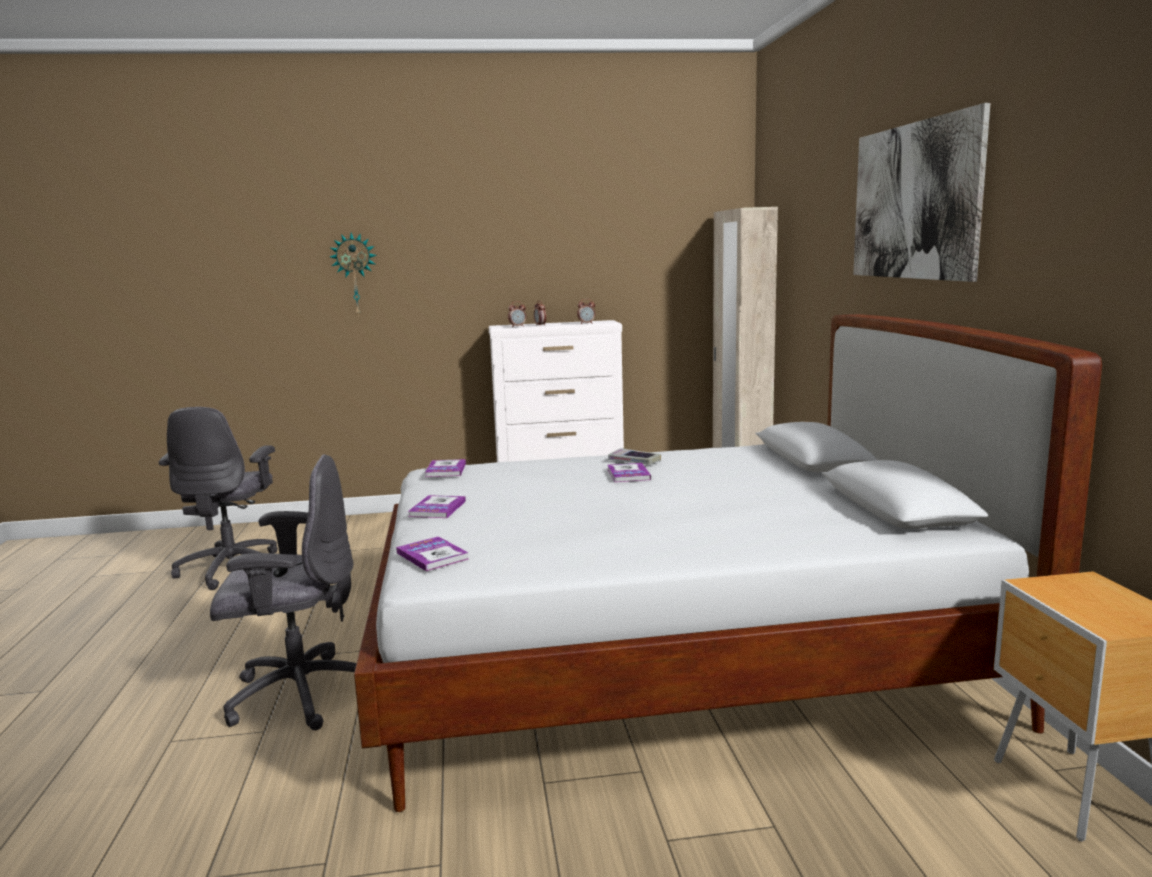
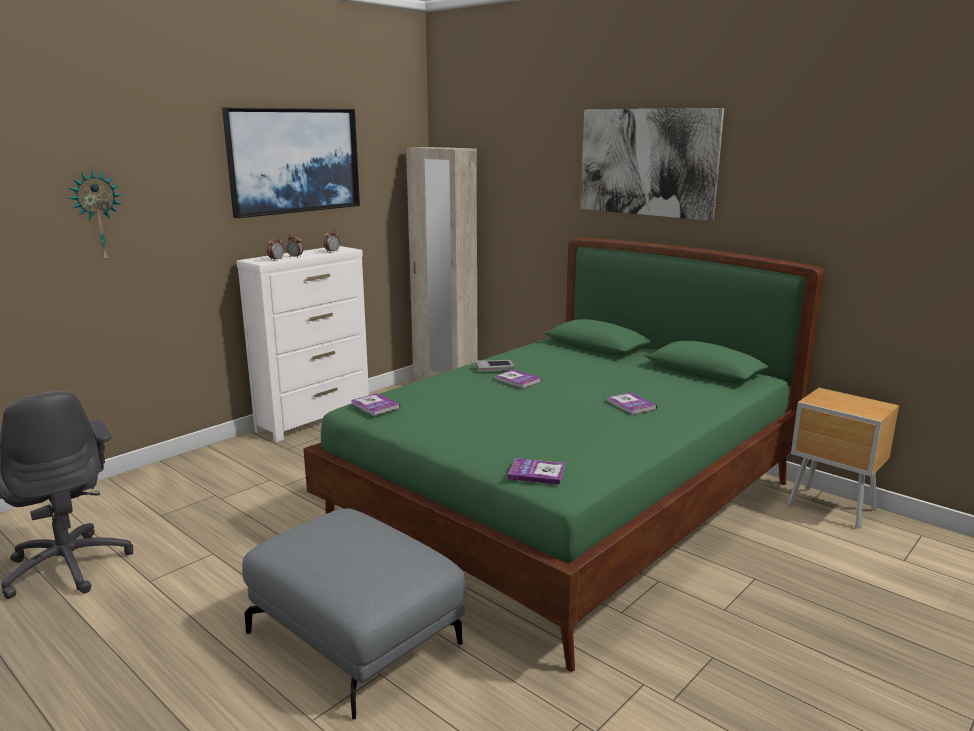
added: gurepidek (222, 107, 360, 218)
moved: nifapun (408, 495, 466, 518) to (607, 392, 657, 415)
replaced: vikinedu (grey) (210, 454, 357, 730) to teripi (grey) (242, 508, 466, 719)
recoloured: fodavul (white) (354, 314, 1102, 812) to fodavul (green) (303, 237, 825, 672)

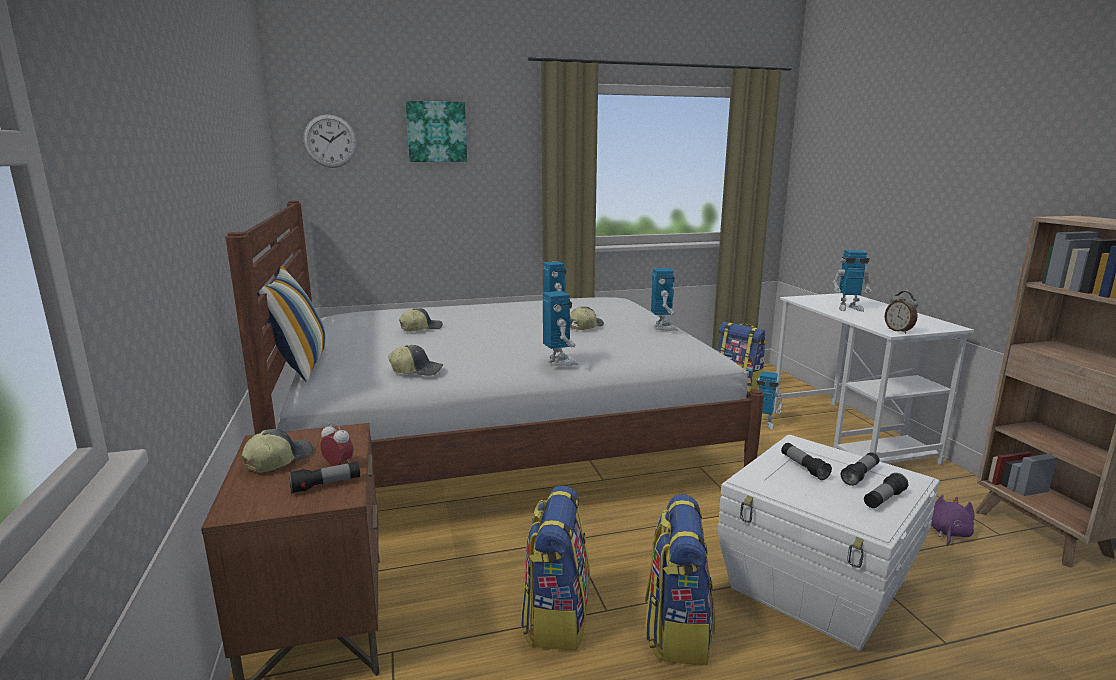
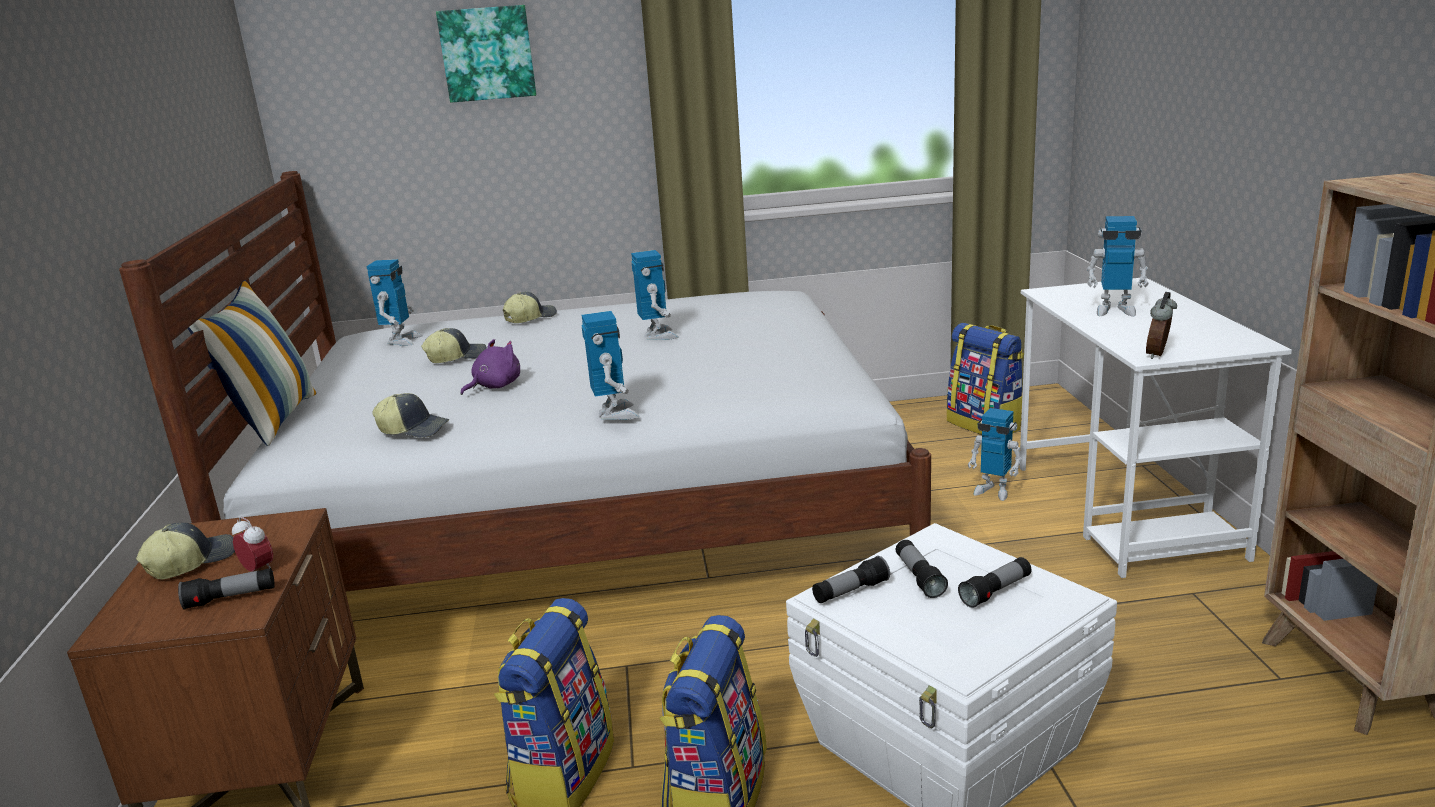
removed: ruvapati (303, 114, 357, 168)
moved: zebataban (570, 306, 604, 330) to (503, 292, 557, 323); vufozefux (651, 268, 678, 331) to (366, 259, 422, 346); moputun (864, 473, 908, 508) to (812, 556, 890, 603); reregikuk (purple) (931, 495, 975, 546) to (460, 339, 520, 395)
turned: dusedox (884, 291, 918, 334) = (1146, 292, 1177, 359) 45 degrees clockwise

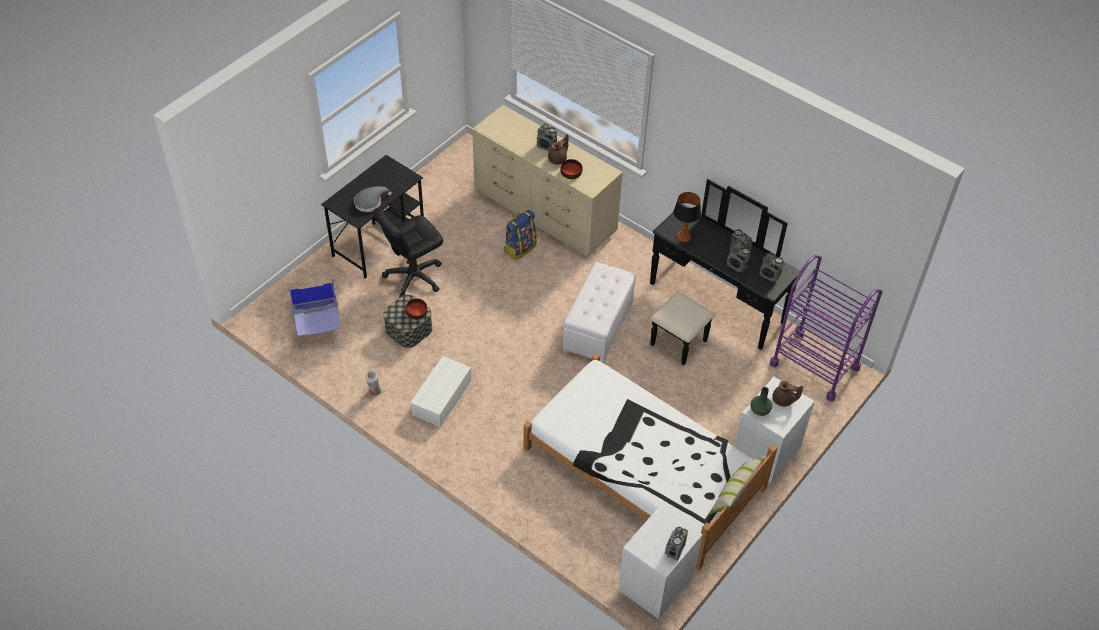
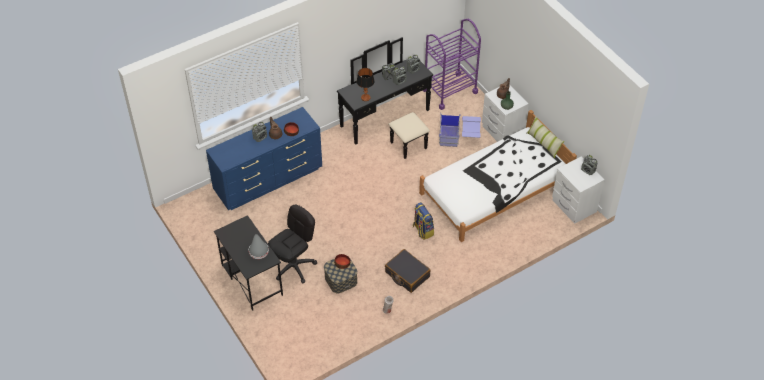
removed: teripi (white) (563, 262, 636, 363)
moved: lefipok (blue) (288, 279, 341, 336) to (439, 113, 481, 147); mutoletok (504, 210, 536, 260) to (413, 202, 434, 240)
replaced: lefipok (white) (410, 356, 471, 427) to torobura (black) (385, 249, 431, 293)
recoloured: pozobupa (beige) (472, 105, 623, 256) to pozobupa (blue) (206, 107, 322, 210)
turned: vikinedu (black) (373, 207, 443, 298) = (268, 205, 317, 283) 120 degrees counterclockwise

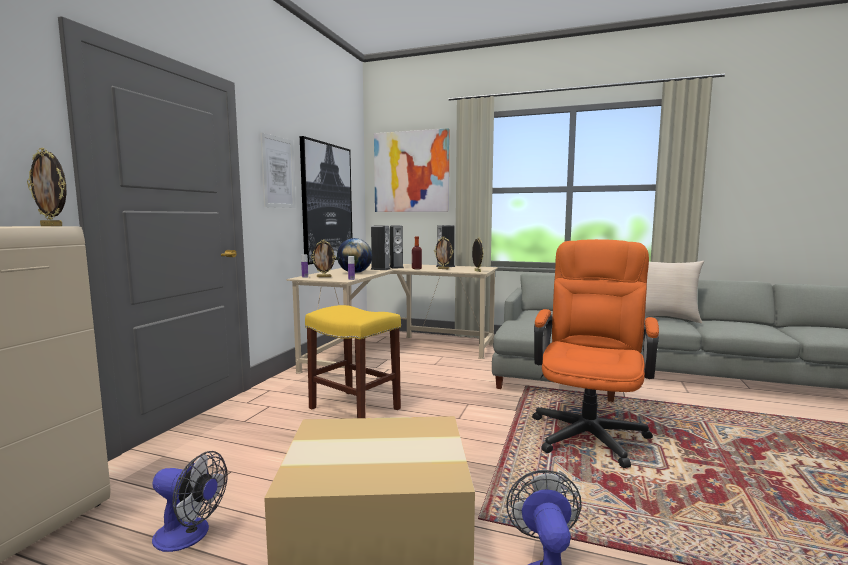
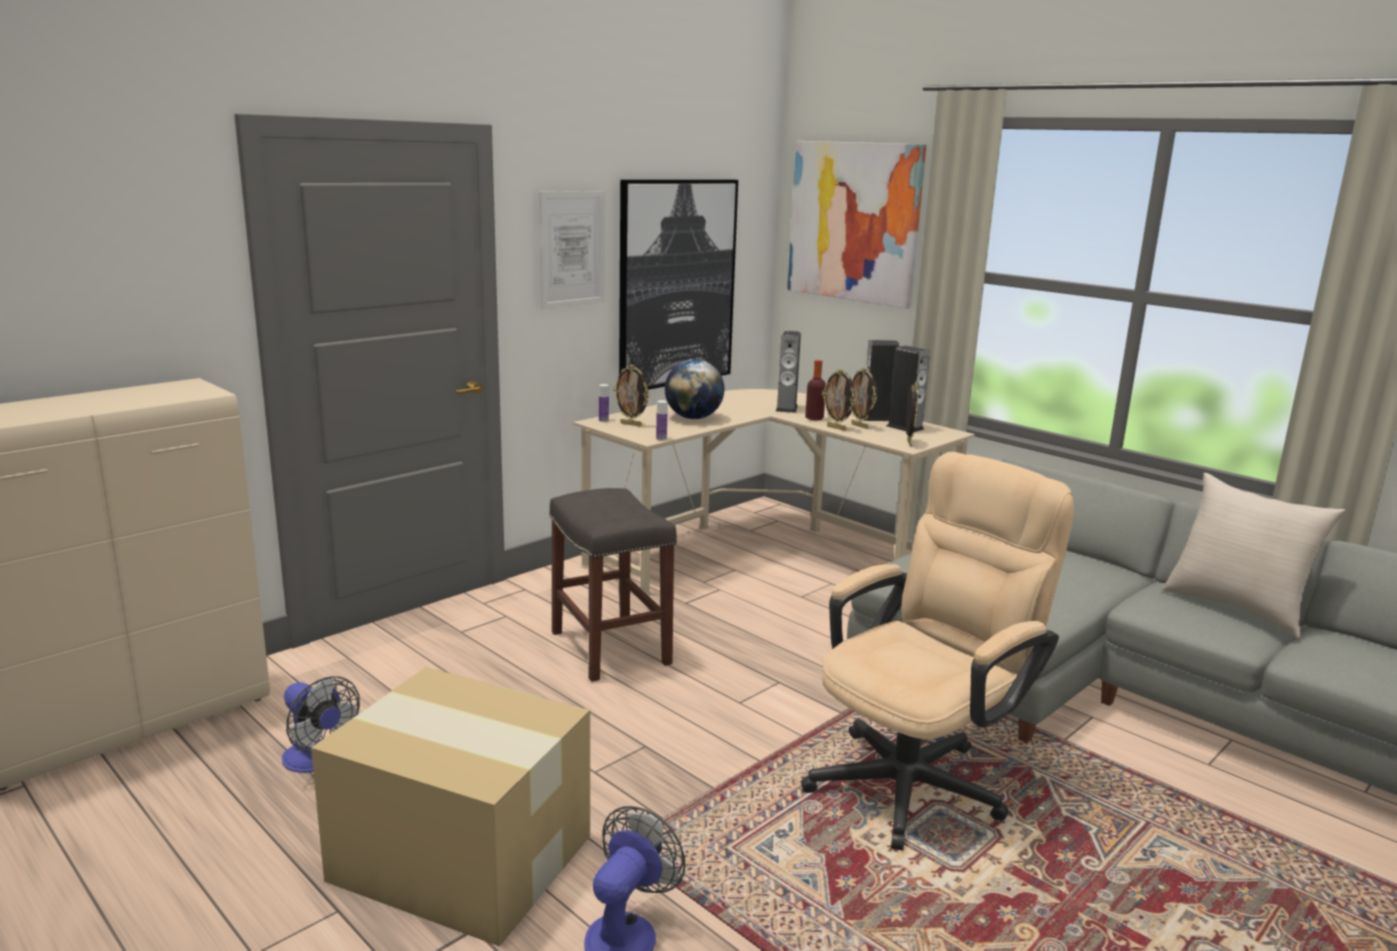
moved: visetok (27, 148, 66, 226) to (822, 369, 856, 431); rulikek (370, 226, 390, 270) to (886, 346, 930, 433)
recoloured: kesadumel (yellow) (305, 305, 401, 418) to kesadumel (grey) (549, 488, 677, 682); vikinedu (orange) (532, 239, 659, 468) to vikinedu (beige) (801, 452, 1074, 851)

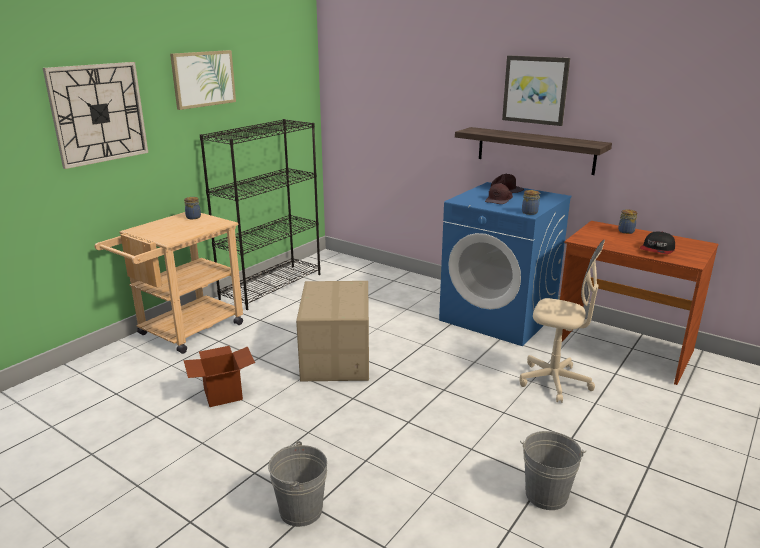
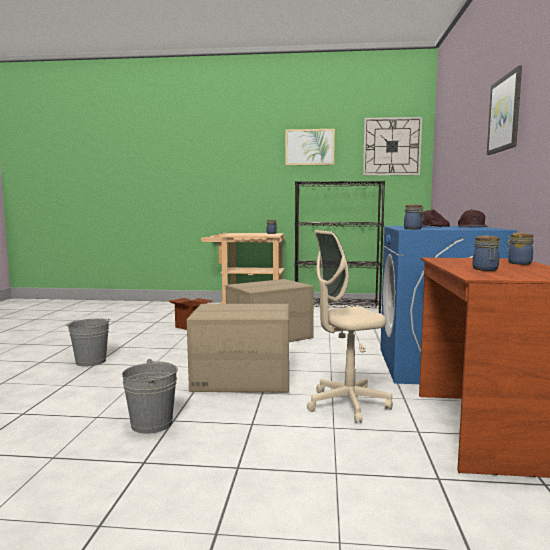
removed: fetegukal (455, 127, 612, 175)
added: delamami (187, 304, 289, 392)
moved: ruvapati (43, 62, 148, 169) to (363, 117, 422, 175)
replaced: zebataban (640, 232, 675, 254) to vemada (473, 236, 500, 271)
turned: vikinedu (beige) (519, 240, 605, 403) = (307, 230, 393, 423) 75 degrees clockwise

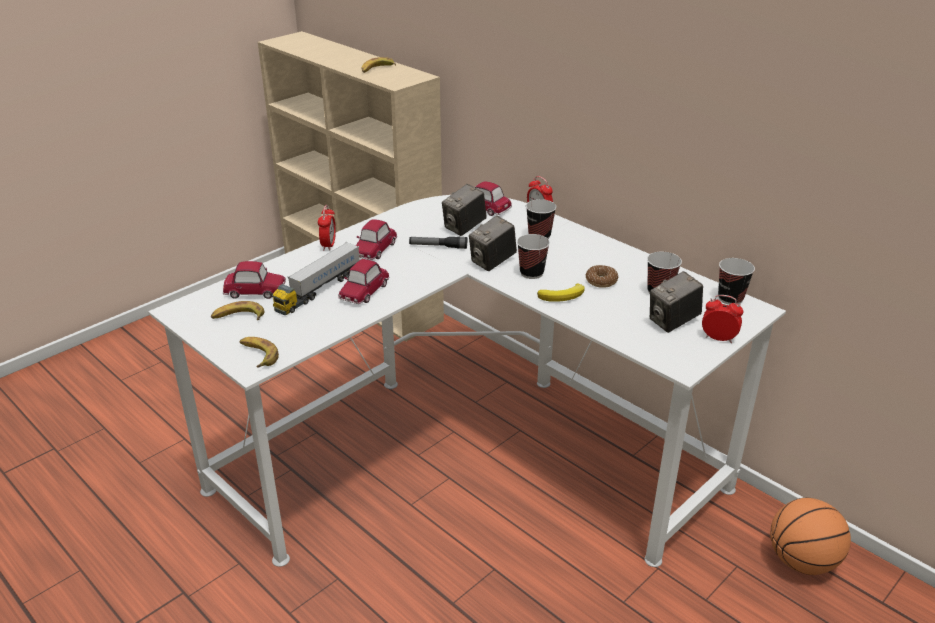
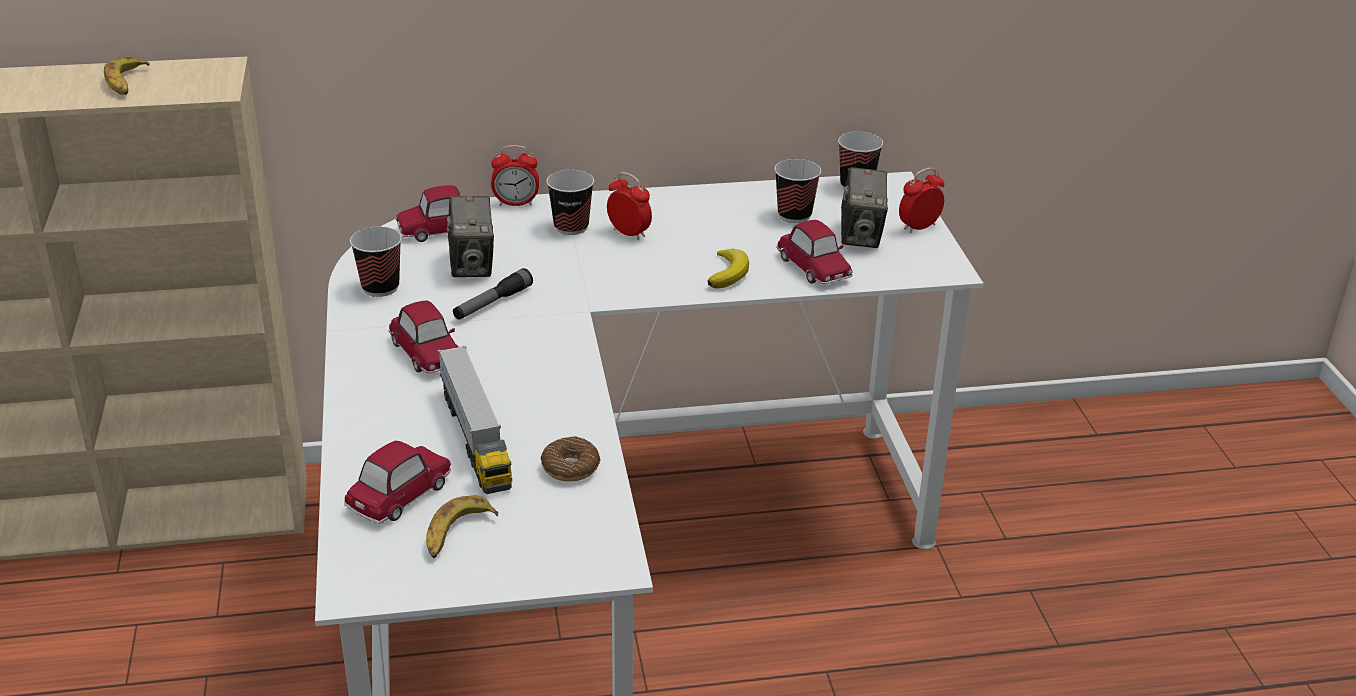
removed: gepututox (239, 337, 279, 367); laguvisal (469, 216, 517, 271); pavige (770, 498, 851, 575)
moved: dusedox (318, 205, 336, 251) to (607, 172, 652, 240); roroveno (338, 259, 390, 304) to (776, 220, 853, 284); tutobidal (517, 234, 550, 279) to (350, 227, 402, 297); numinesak (586, 265, 618, 288) to (541, 436, 600, 482)

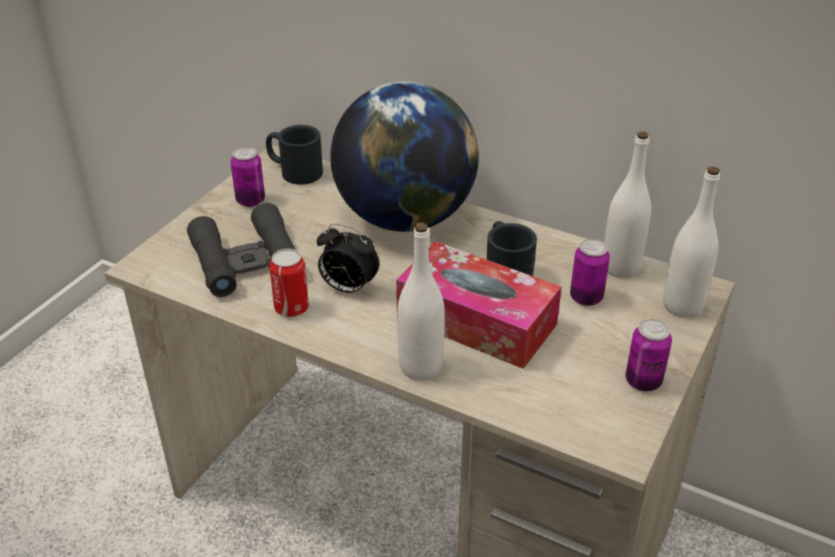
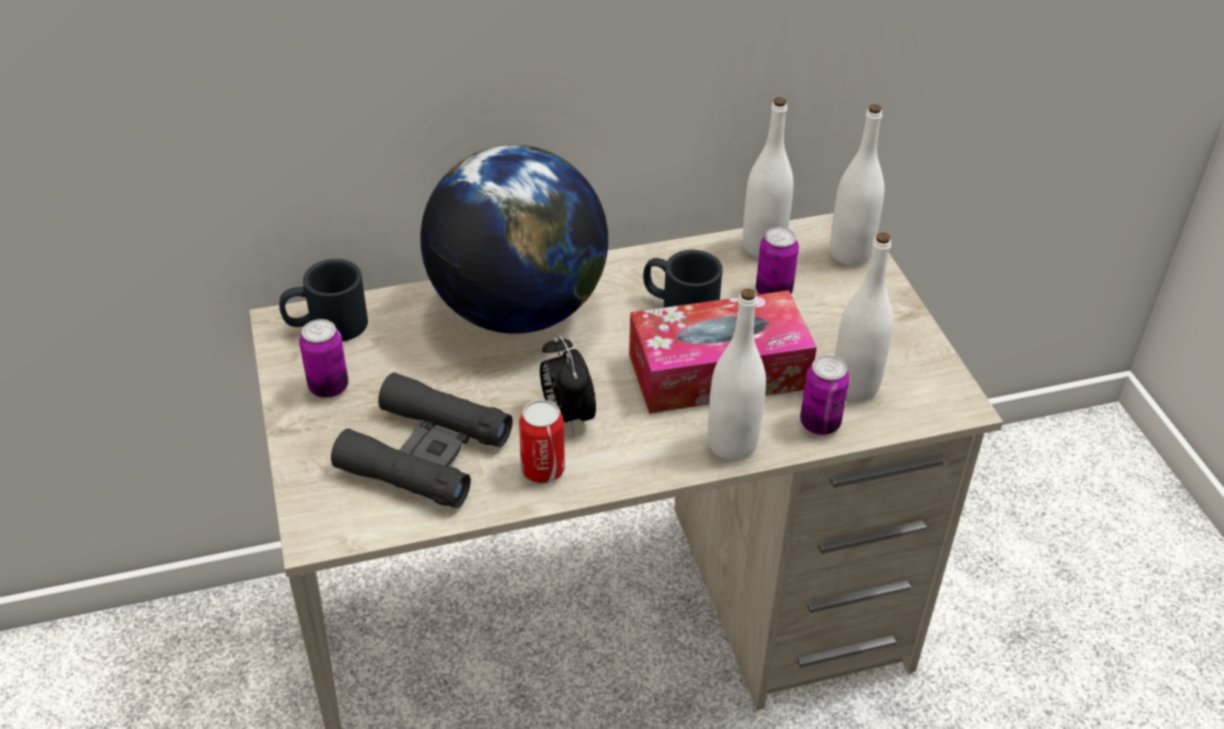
added: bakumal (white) (835, 232, 893, 402)
moved: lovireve (626, 319, 672, 391) to (800, 355, 849, 435)
turned: dusedox (317, 224, 379, 295) = (540, 335, 596, 434) 90 degrees clockwise

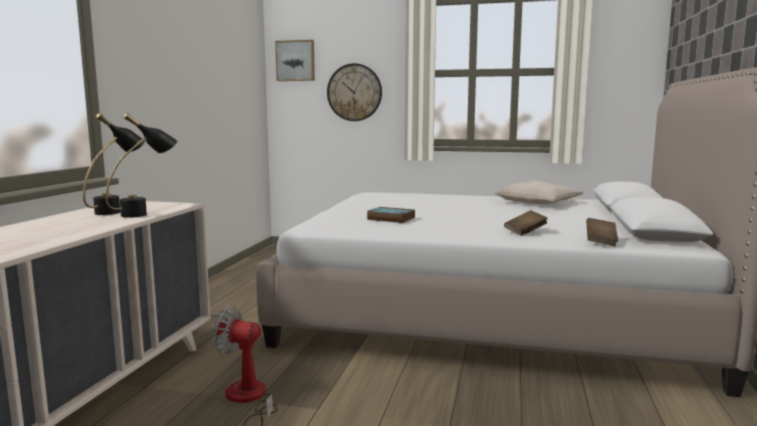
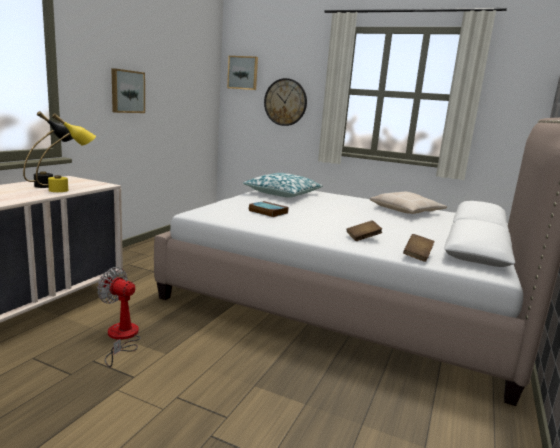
added: gurepidek (111, 68, 145, 113); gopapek (243, 173, 323, 198)
recoloured: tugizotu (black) (106, 113, 177, 218) to tugizotu (yellow) (36, 113, 96, 192)

